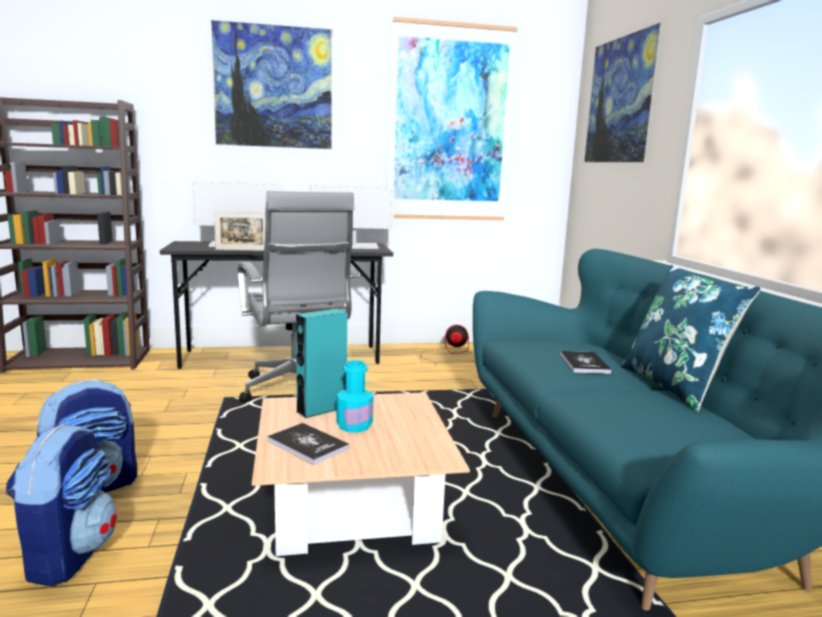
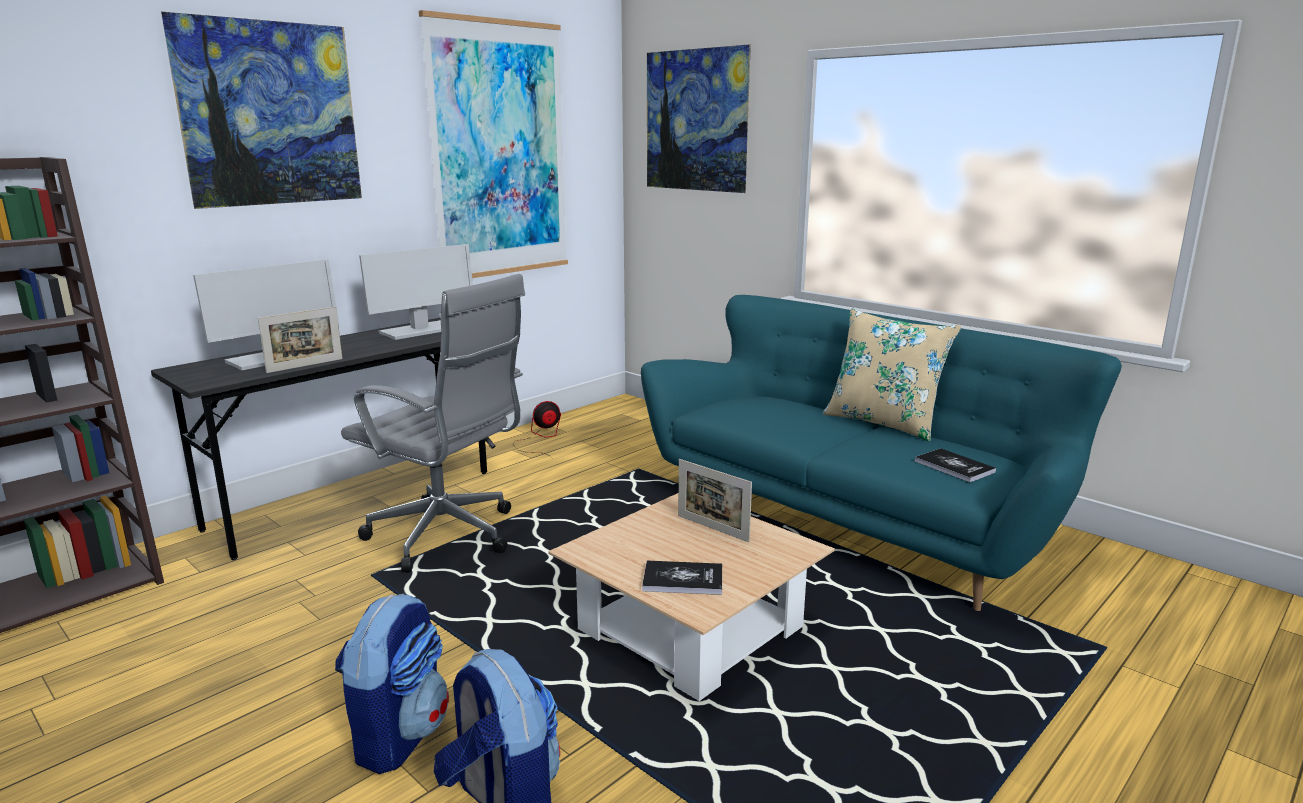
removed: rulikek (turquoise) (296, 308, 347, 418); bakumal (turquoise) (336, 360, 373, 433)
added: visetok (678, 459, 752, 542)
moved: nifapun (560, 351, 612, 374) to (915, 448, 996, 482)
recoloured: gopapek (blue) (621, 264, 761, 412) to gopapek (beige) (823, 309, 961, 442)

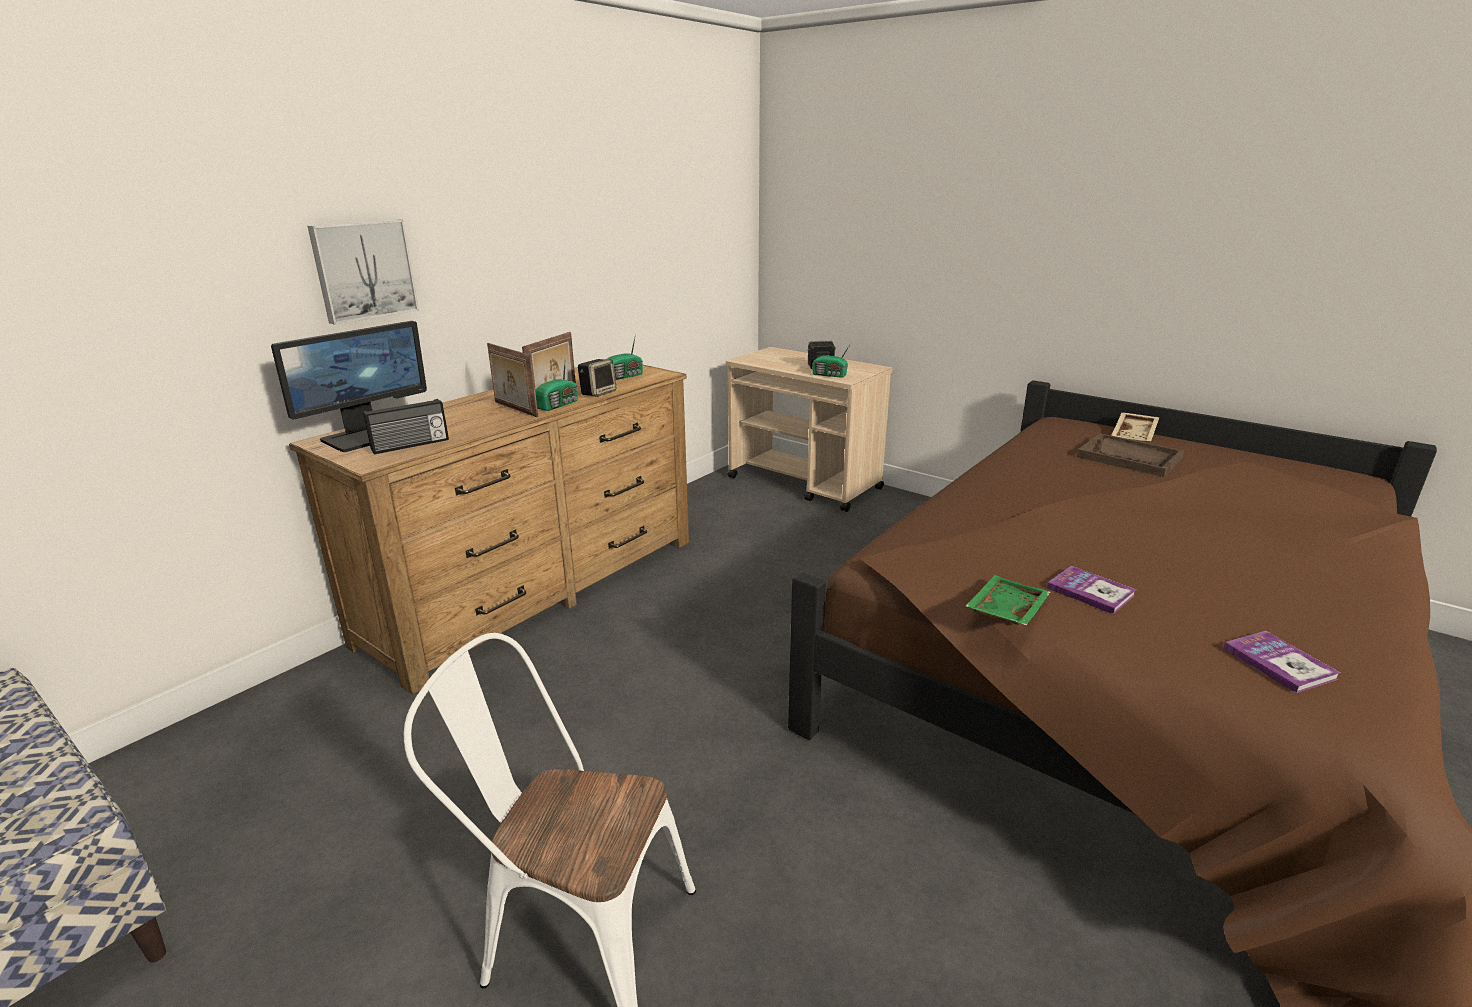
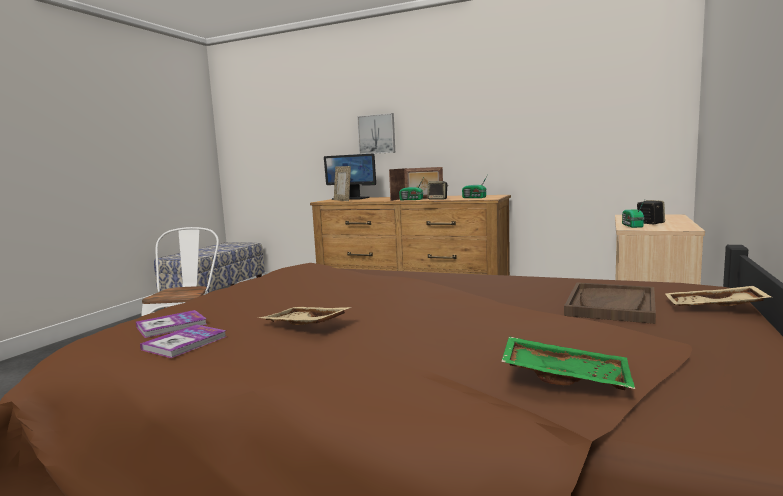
added: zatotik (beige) (259, 307, 352, 325)
moved: zatotik (green) (965, 575, 1051, 625) to (501, 336, 635, 390); nifapun (1047, 566, 1136, 614) to (140, 324, 226, 358)
replaced: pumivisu (363, 399, 449, 454) to visetok (334, 166, 351, 201)

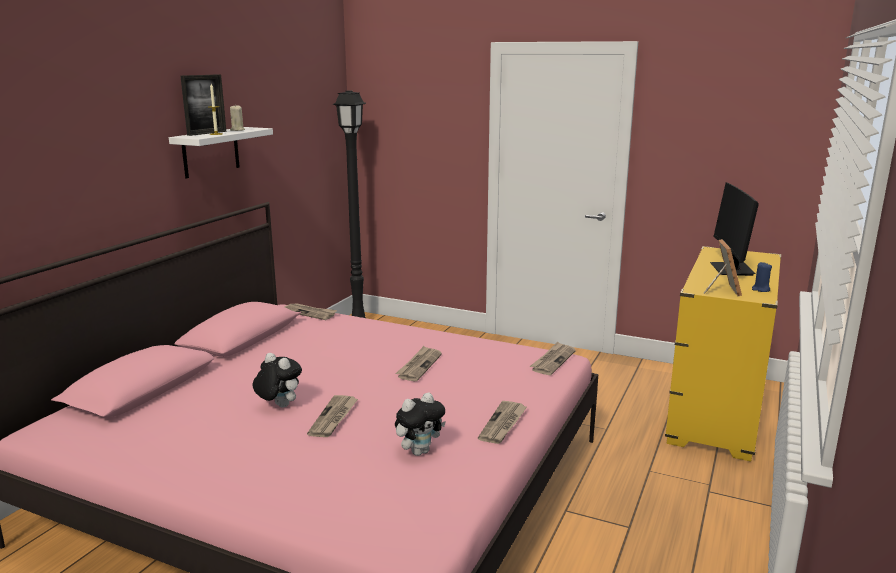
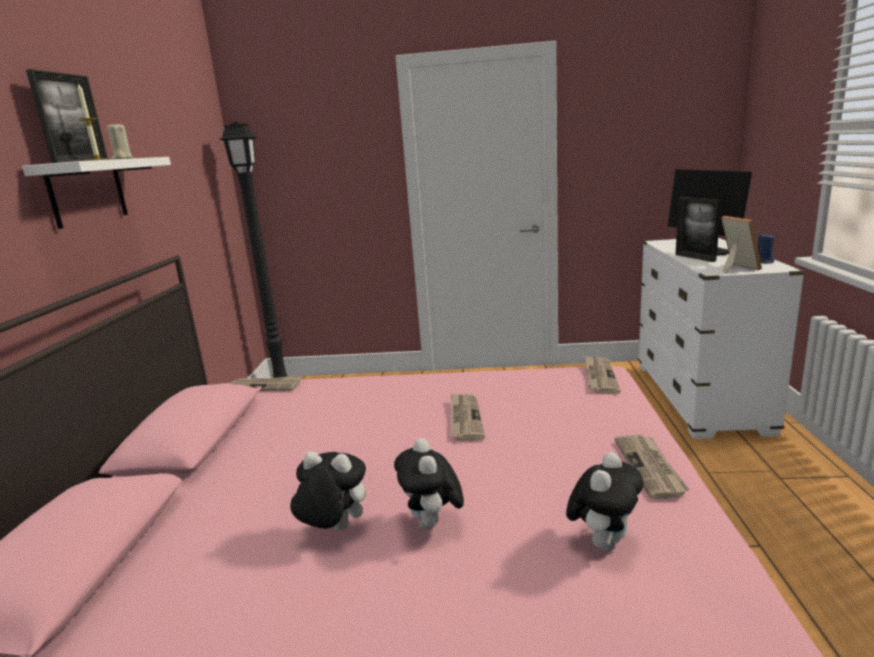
added: visetok (675, 197, 721, 262)
replaced: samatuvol (307, 395, 358, 437) to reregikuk (394, 438, 464, 530)
recoloured: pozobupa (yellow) (665, 246, 781, 462) to pozobupa (white) (638, 237, 805, 439)

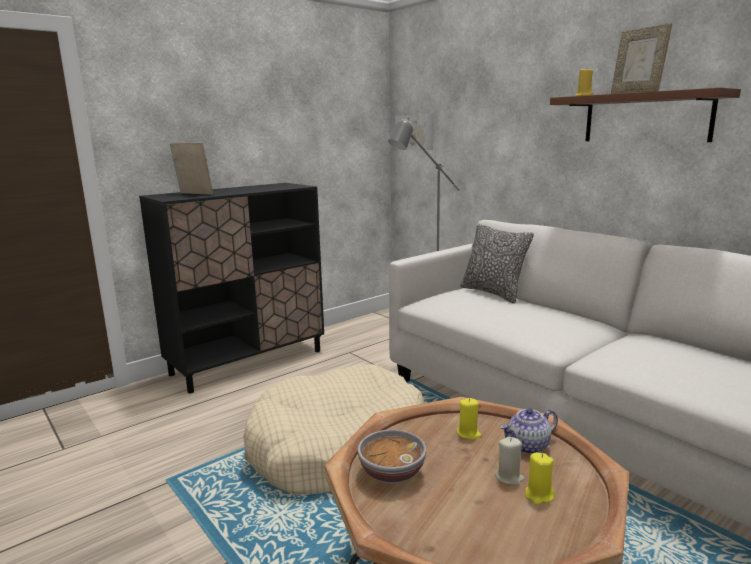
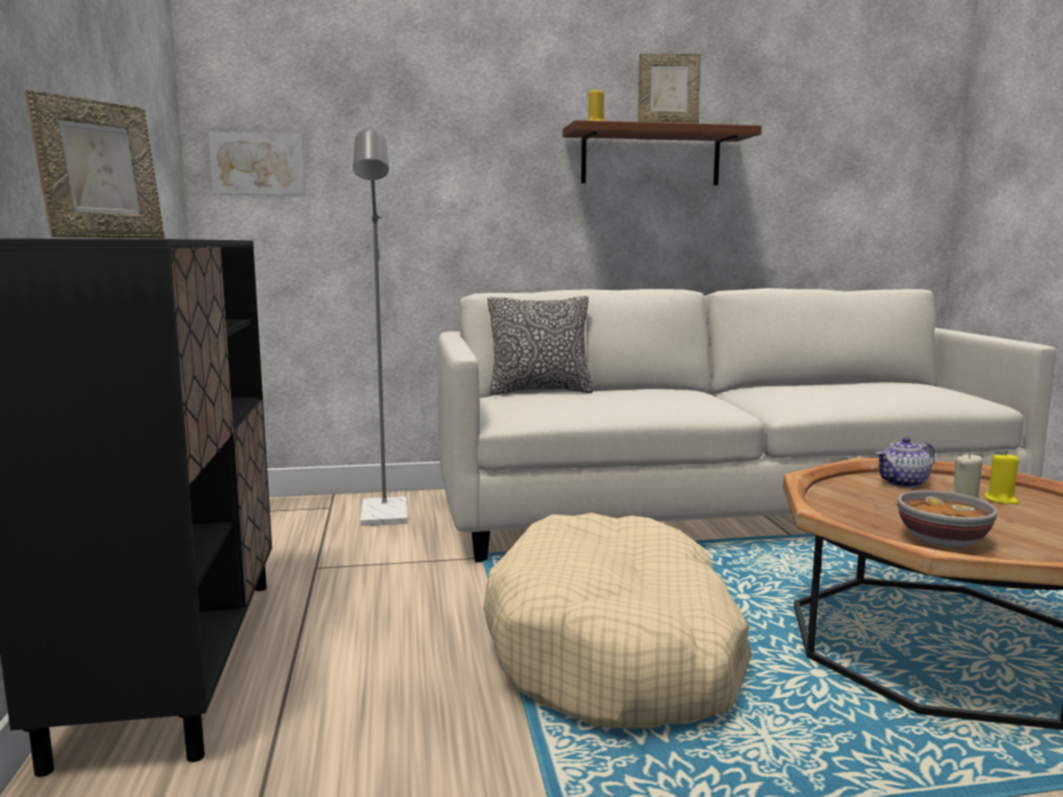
removed: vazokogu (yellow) (457, 398, 481, 440)
turned: visetok (170, 143, 213, 195) = (25, 89, 165, 239) 150 degrees clockwise; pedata (500, 408, 558, 454) = (875, 437, 935, 488) 60 degrees clockwise

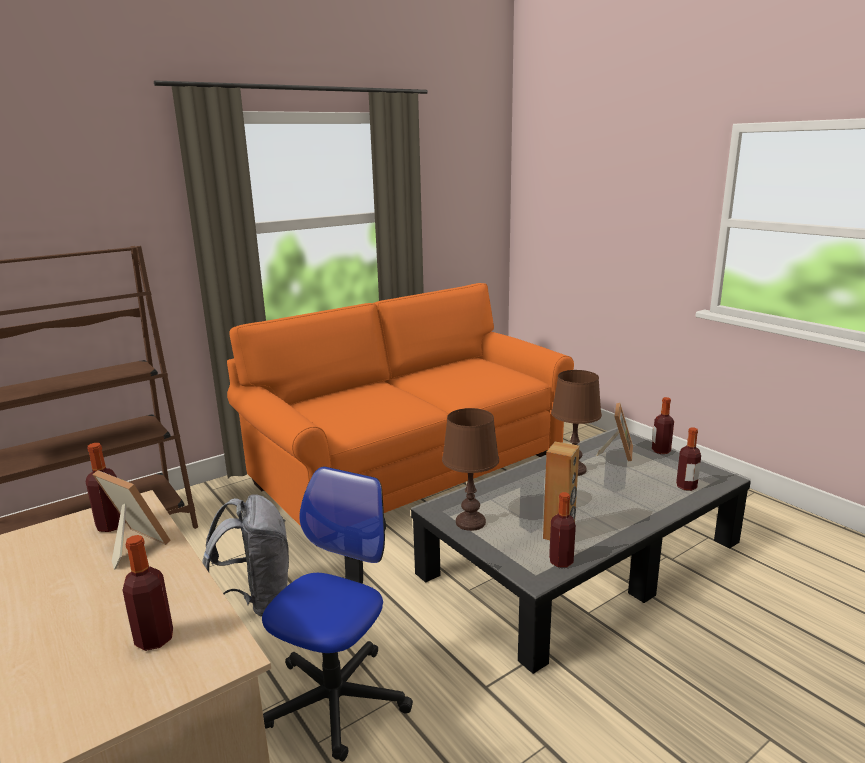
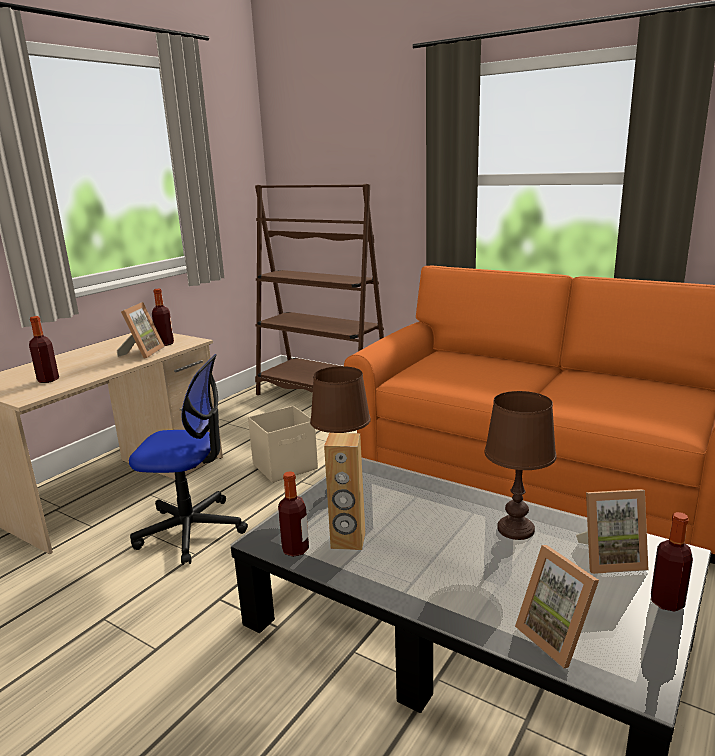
replaced: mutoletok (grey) (202, 495, 289, 616) to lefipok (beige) (248, 406, 318, 483); bakumal (676, 427, 701, 491) to visetok (515, 545, 599, 668)

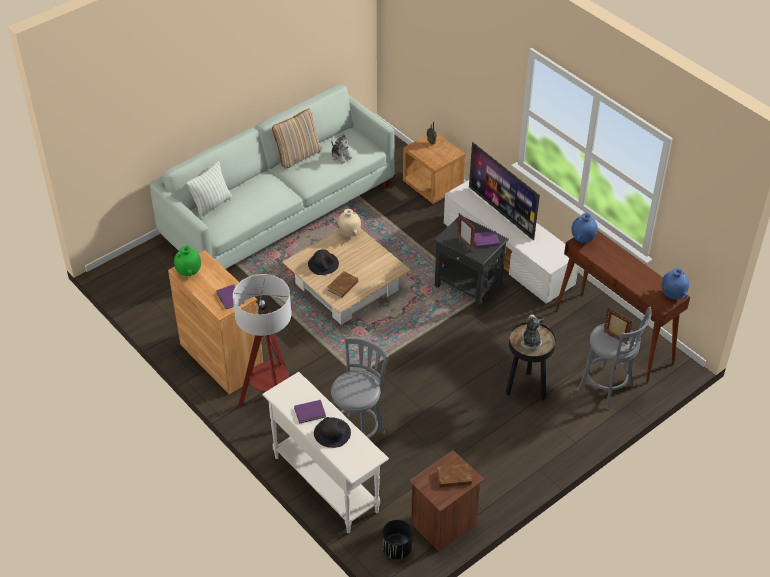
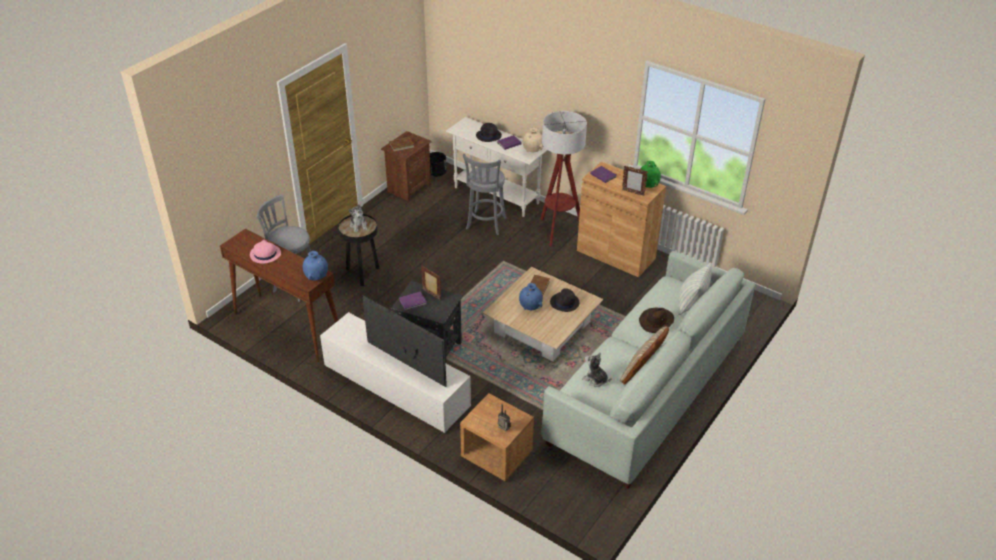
added: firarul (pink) (250, 240, 281, 264); firarul (brown) (639, 308, 674, 333)
moved: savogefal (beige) (337, 209, 361, 236) to (523, 127, 543, 152); visetok (603, 307, 633, 345) to (622, 165, 648, 196); savogefal (blue) (662, 268, 689, 299) to (519, 283, 543, 310)

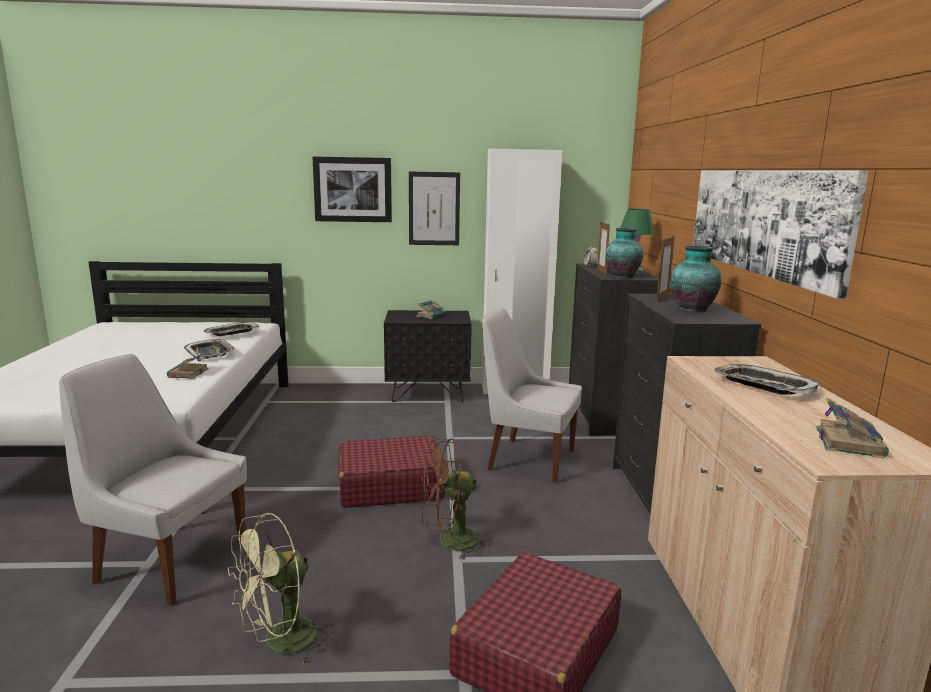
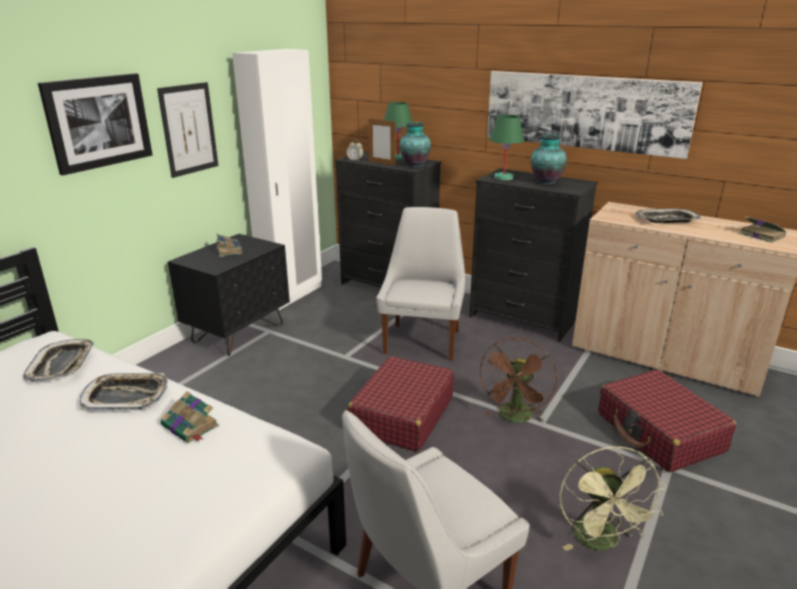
replaced: visetok (656, 236, 675, 302) to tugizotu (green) (489, 115, 524, 180)
turned: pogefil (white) (482, 309, 582, 483) = (376, 207, 465, 361) 135 degrees clockwise

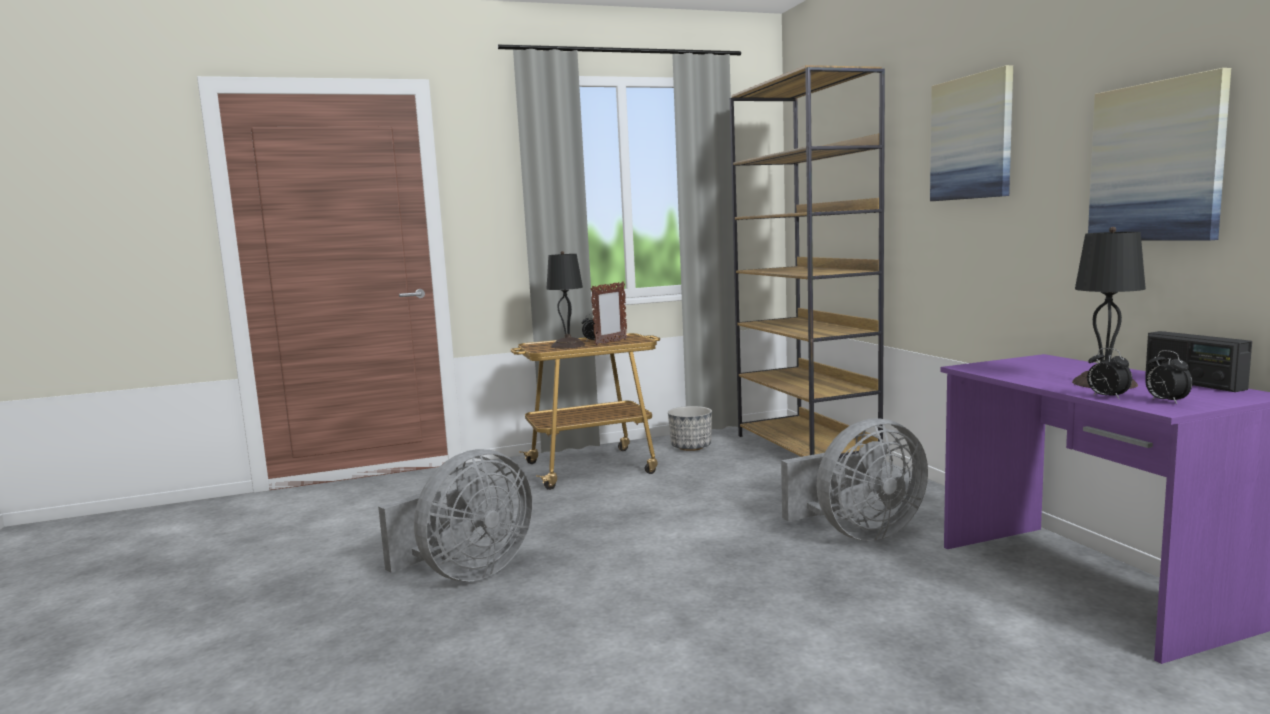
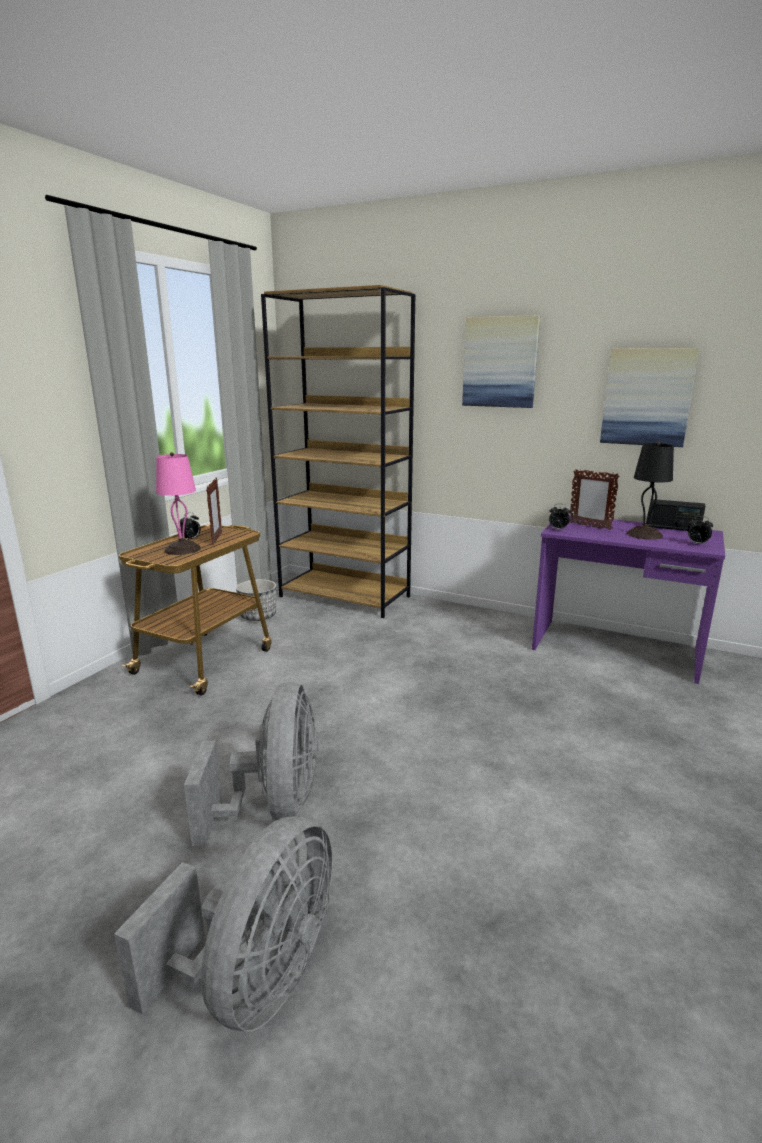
added: visetok (569, 469, 620, 530)
moved: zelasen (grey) (781, 418, 928, 541) to (114, 816, 333, 1032); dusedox (1087, 348, 1132, 400) to (549, 504, 570, 531)
recoloured: tugizotu (black) (547, 251, 585, 349) to tugizotu (pink) (156, 452, 201, 555)

